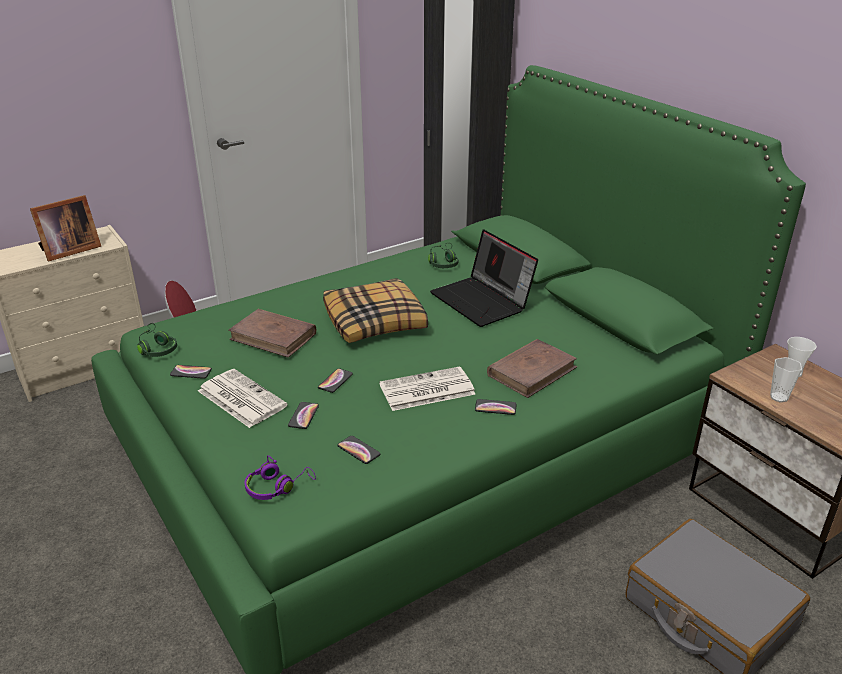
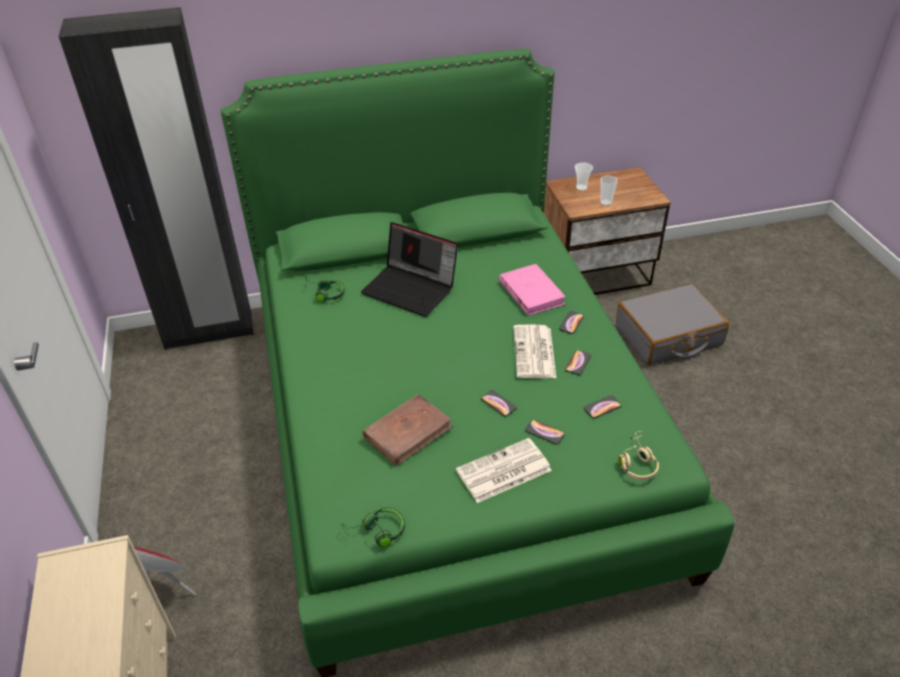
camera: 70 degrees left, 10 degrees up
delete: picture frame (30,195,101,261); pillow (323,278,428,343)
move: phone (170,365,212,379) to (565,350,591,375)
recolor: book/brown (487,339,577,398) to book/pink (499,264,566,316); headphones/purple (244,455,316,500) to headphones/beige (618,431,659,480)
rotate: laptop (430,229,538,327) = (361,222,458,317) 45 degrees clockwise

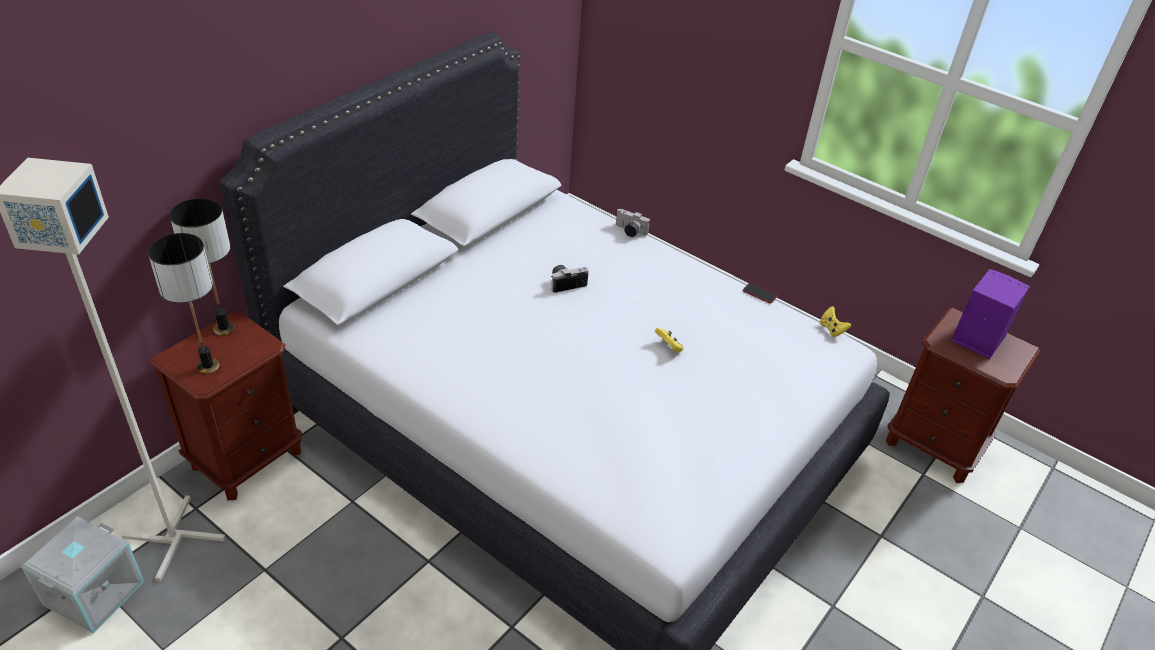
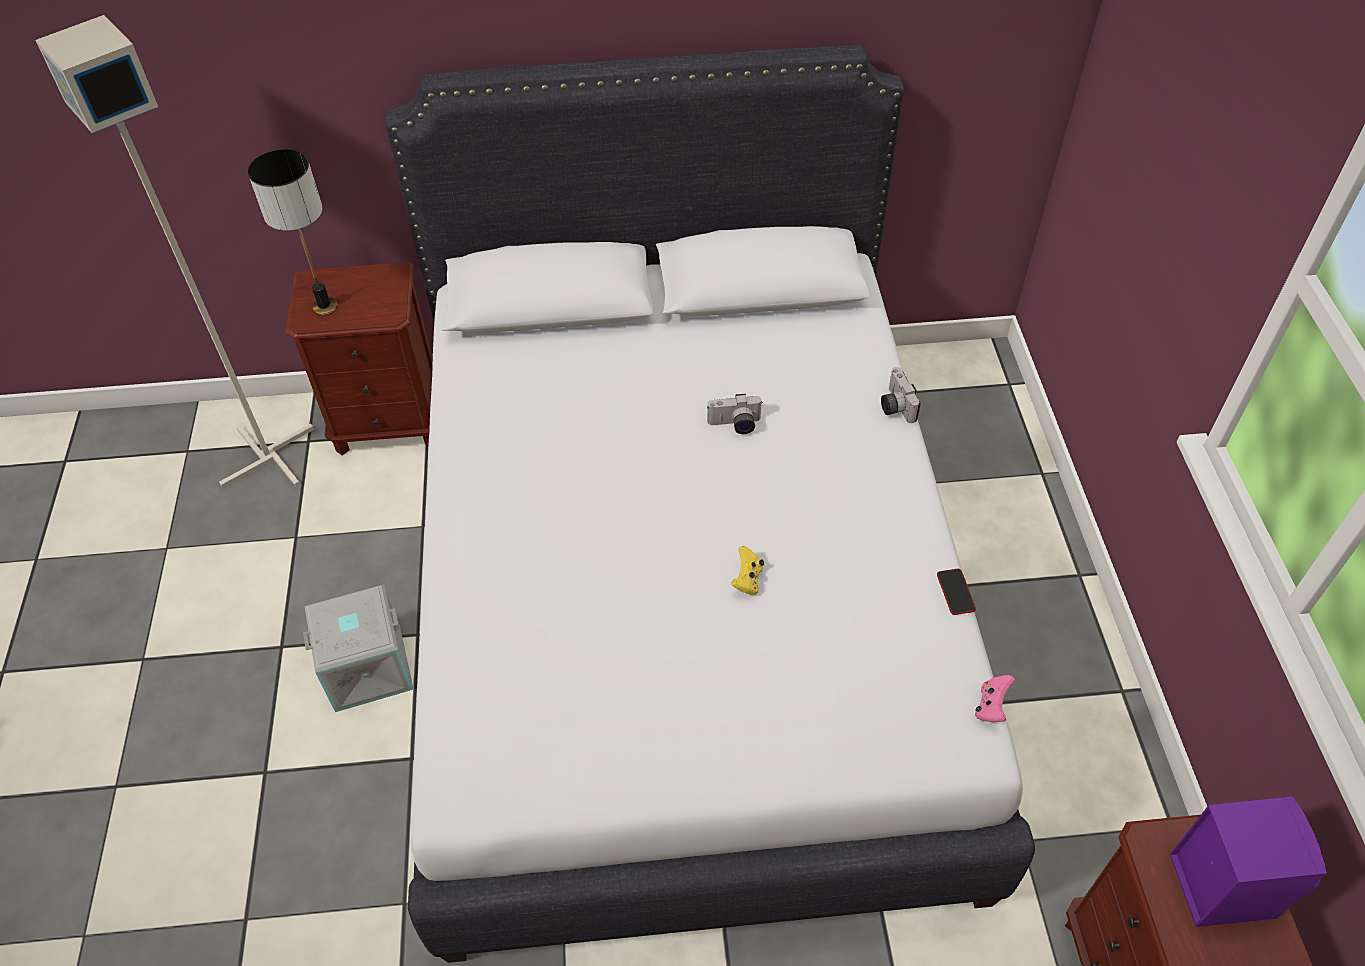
camera: 50 degrees right, 10 degrees up
delete: table lamp (170,198,235,336)
move: storage box/grey (21,516,145,634) to (303,584,414,712)
recolor: game controller/yellow (820,306,851,337) to game controller/pink (975,675,1015,722)
rotate: photo camera (551,265,588,293) = (707,394,762,434) 150 degrees clockwise

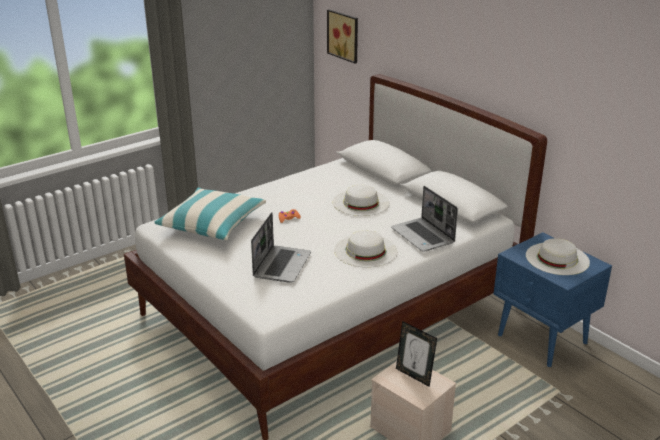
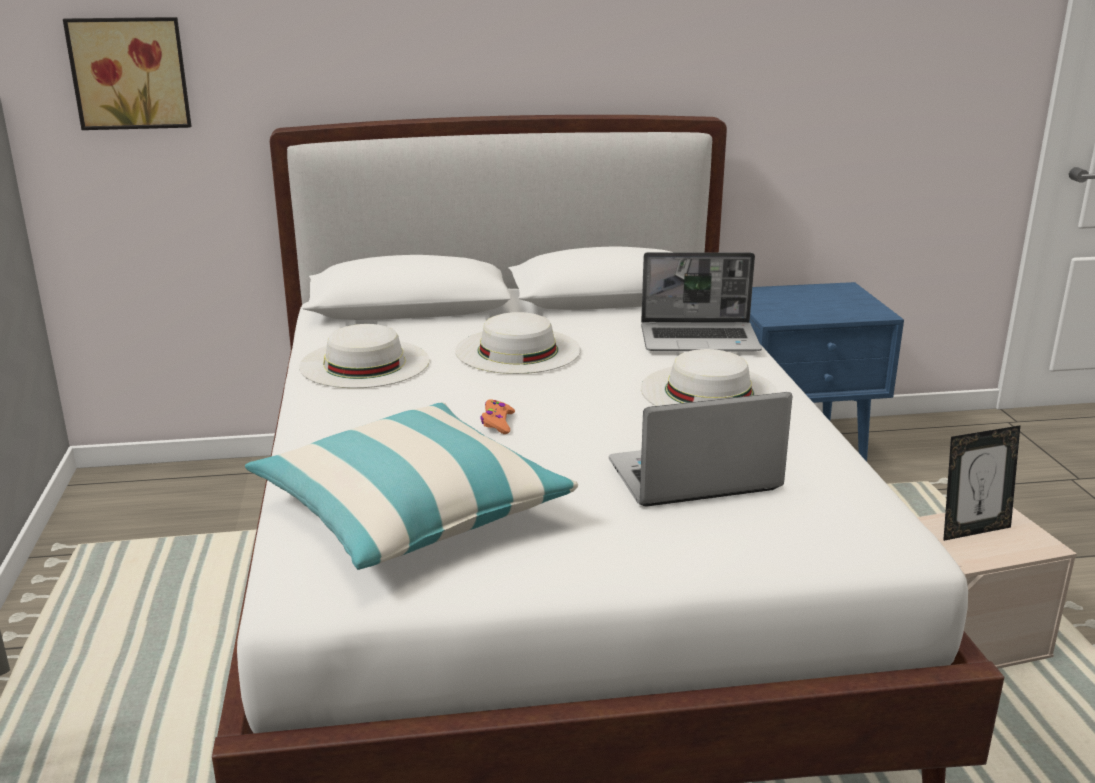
camera: 60 degrees left, 5 degrees down
move: hat/white (526,238,590,275) to (299,324,429,388)
rotate: laptop (251,212,311,282) = (609,392,792,506) 60 degrees counterclockwise

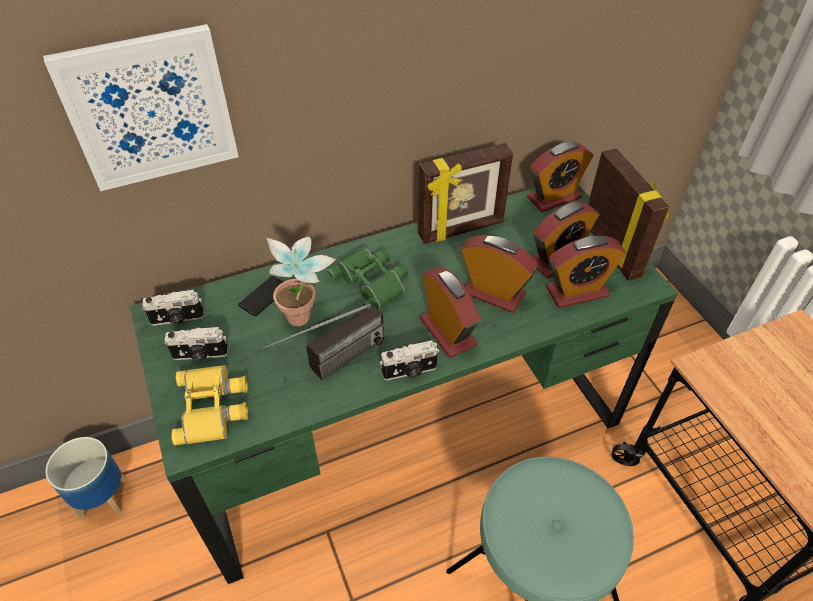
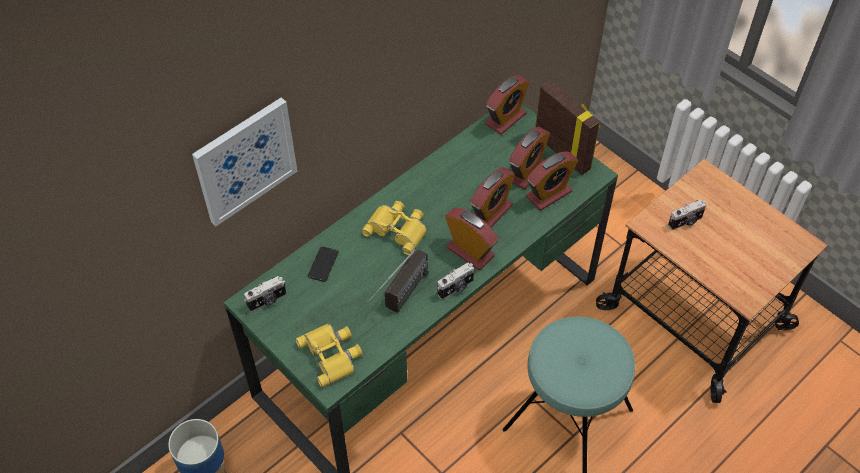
camera: 20 degrees left, 5 degrees up
delete: potted plant (267,237,336,326); picture frame (418,143,513,244)
move: photo camera (165,327,228,361) to (668,199,706,230)
recolor: binoculars/green (326,248,408,310) to binoculars/yellow (362,201,427,255)
rotate: alarm clock (461,235,538,313) = (470,167,515,228) 120 degrees clockwise

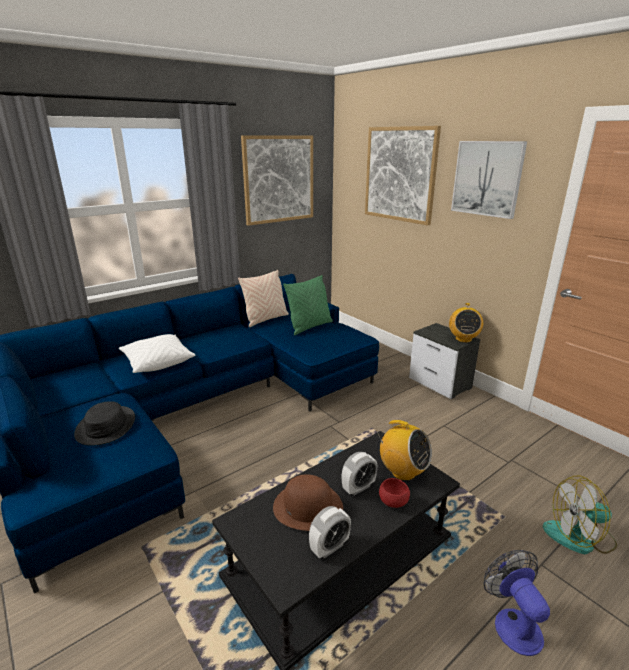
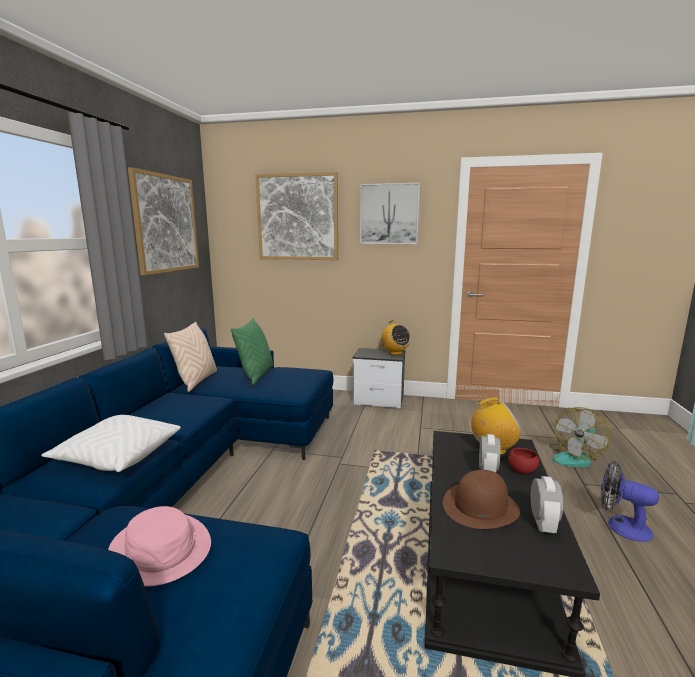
camera: 40 degrees left, 10 degrees down
recolor: hat/black (74,401,135,446) to hat/pink (108,506,211,586)

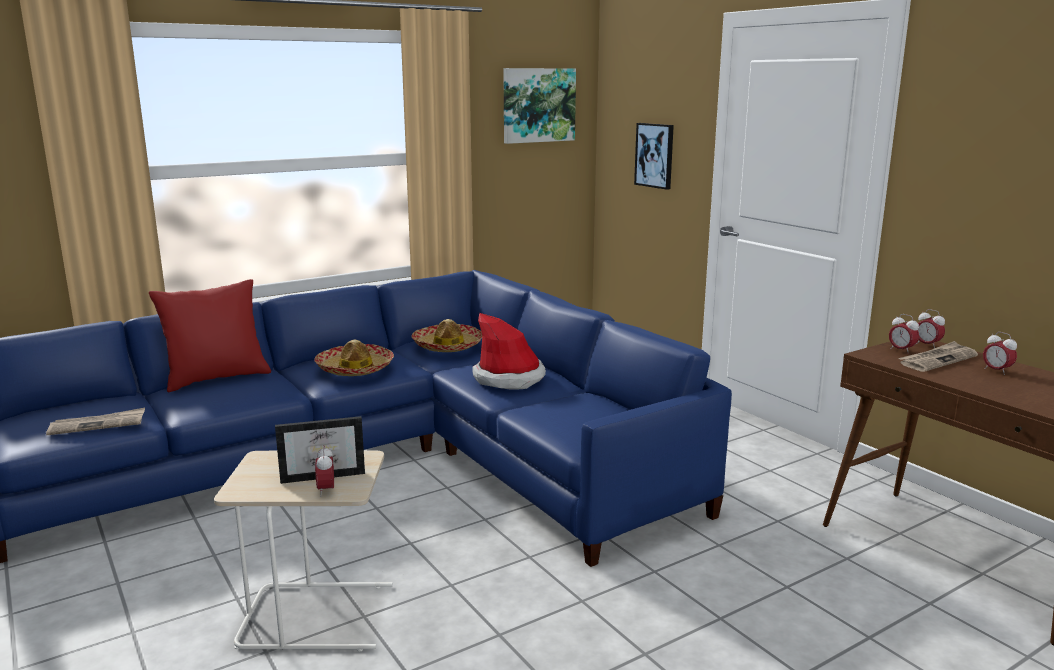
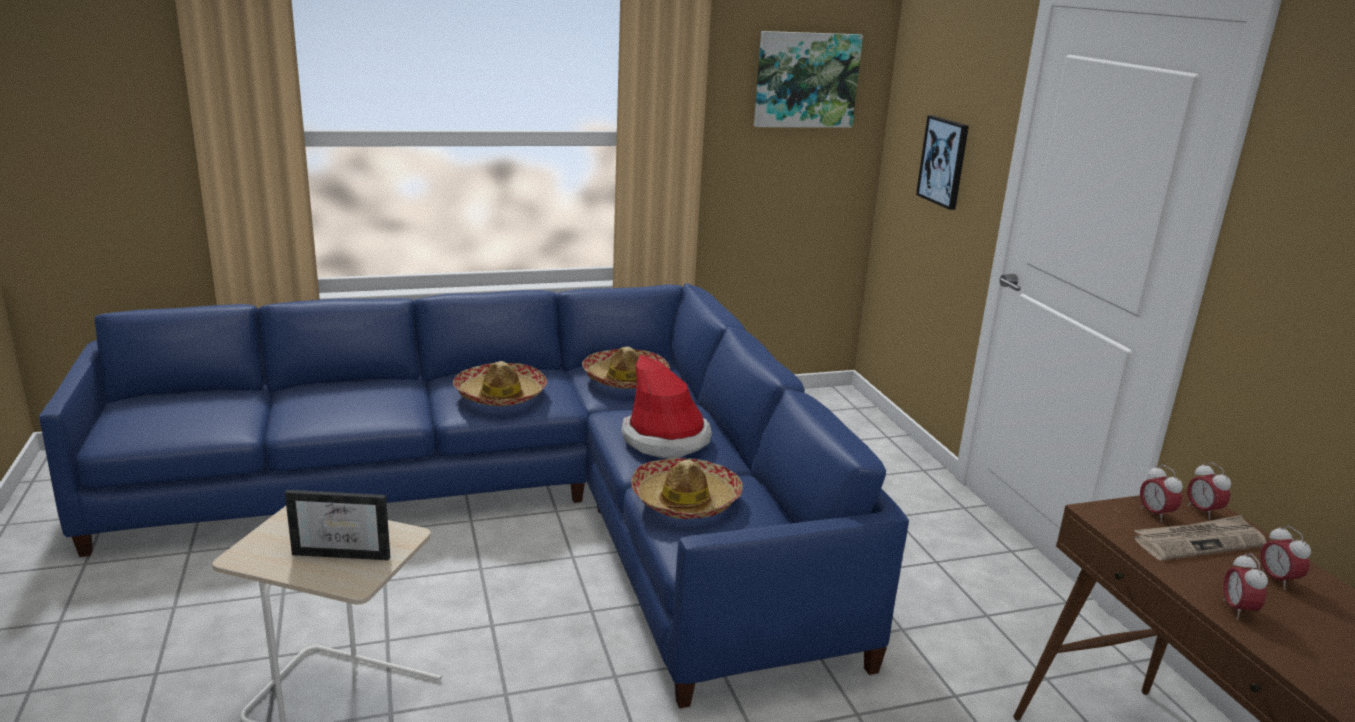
camera: 15 degrees right, 5 degrees up
delete: newspaper (46,408,145,435); pillow/red (149,279,271,392)
insert: hat (631,458,743,519)
move: alarm clock (315,445,334,497) to (1223,553,1268,620)

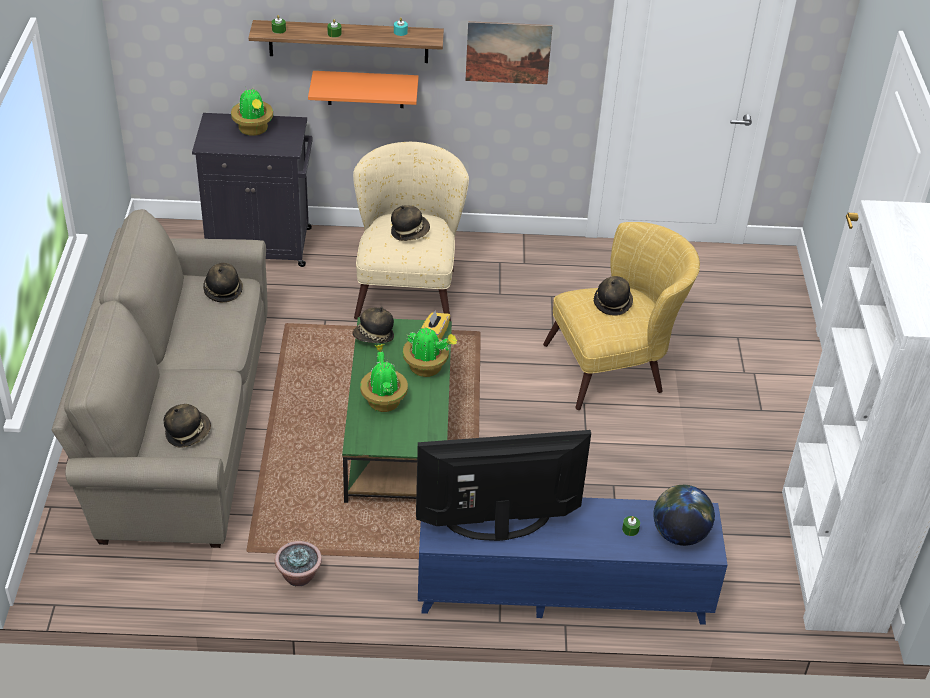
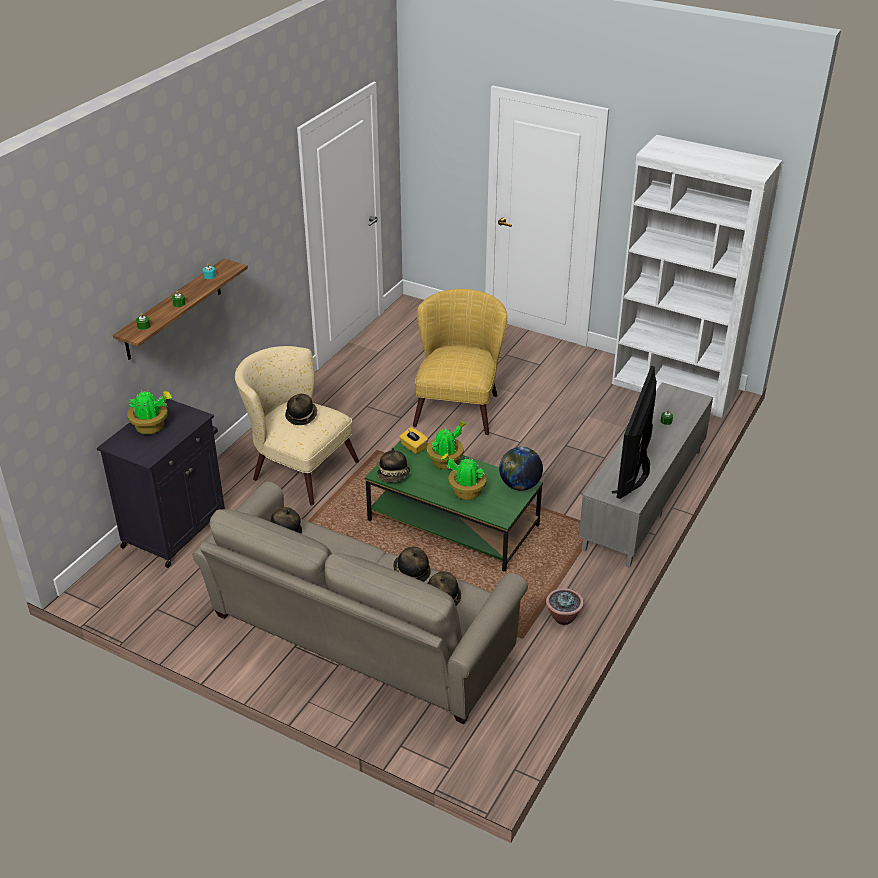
camera: 60 degrees left, 5 degrees down
delete: shelf/orange (308,71,418,108); picture (465,21,553,85)
move: hat (594,276,633,315) to (393,546,431,582); globe (654,485,715,546) to (499,447,543,491)
recolor: tv stand/blue (418,497,727,625) to tv stand/grey (579,382,713,568)

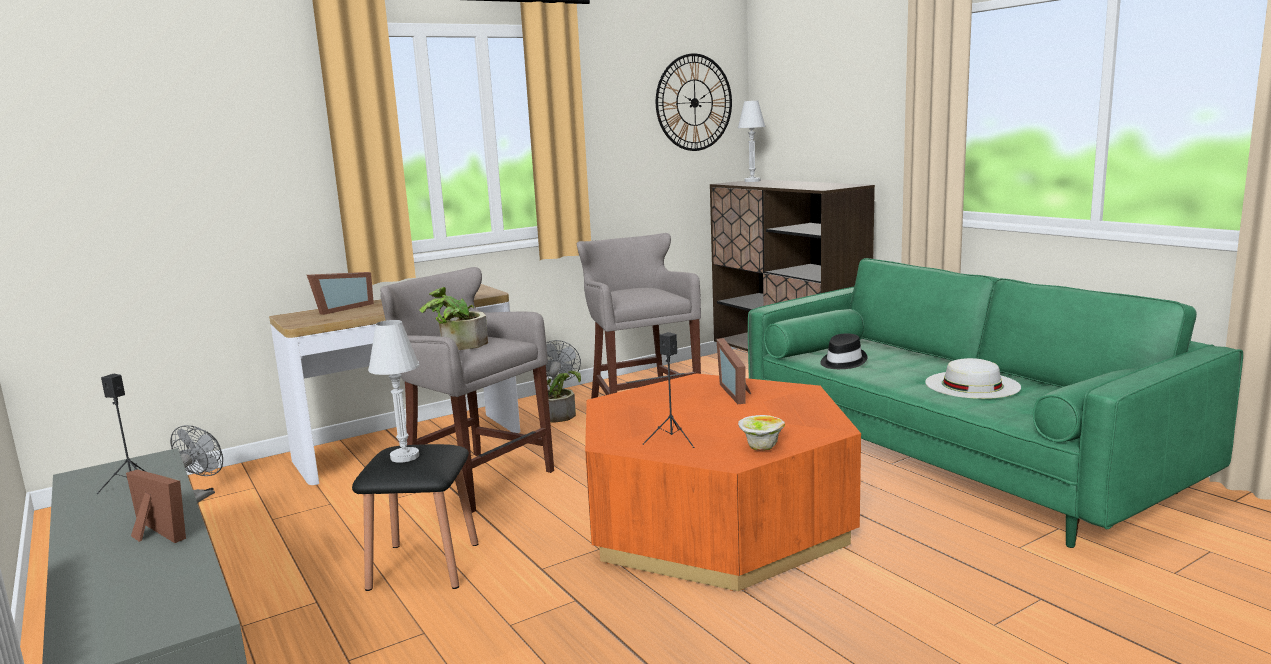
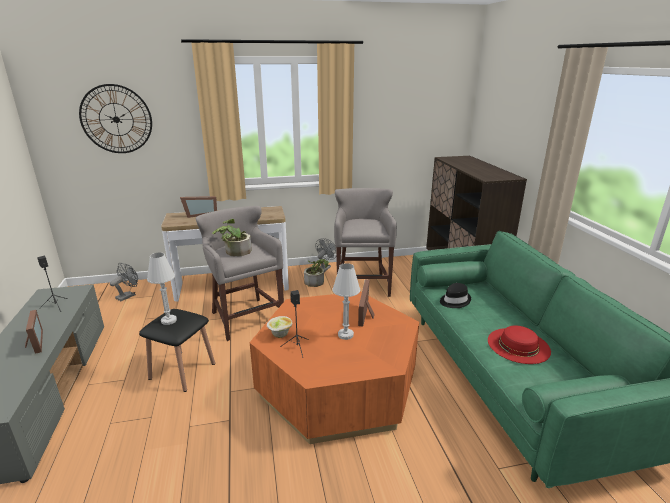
camera: 20 degrees right, 10 degrees up
move: wall clock (656,53,732,151) to (79,84,152,153); bowl (738,415,785,451) to (267,316,292,338); table lamp/white (738,101,766,182) to (332,263,360,340)
recolor: hat/white (925,358,1021,399) to hat/red (488,326,551,364)

